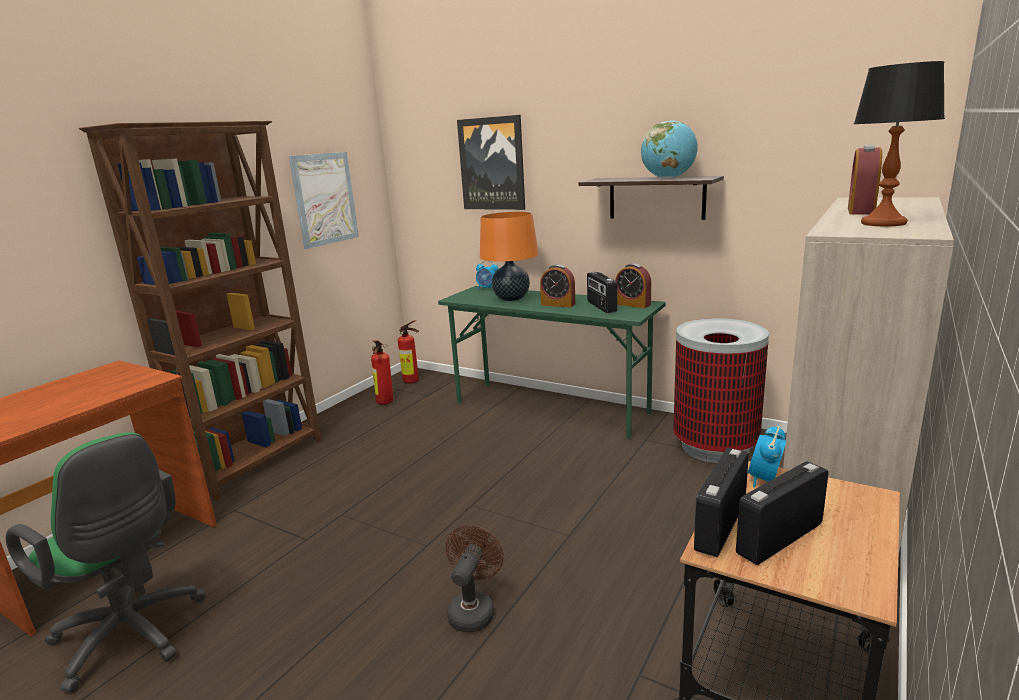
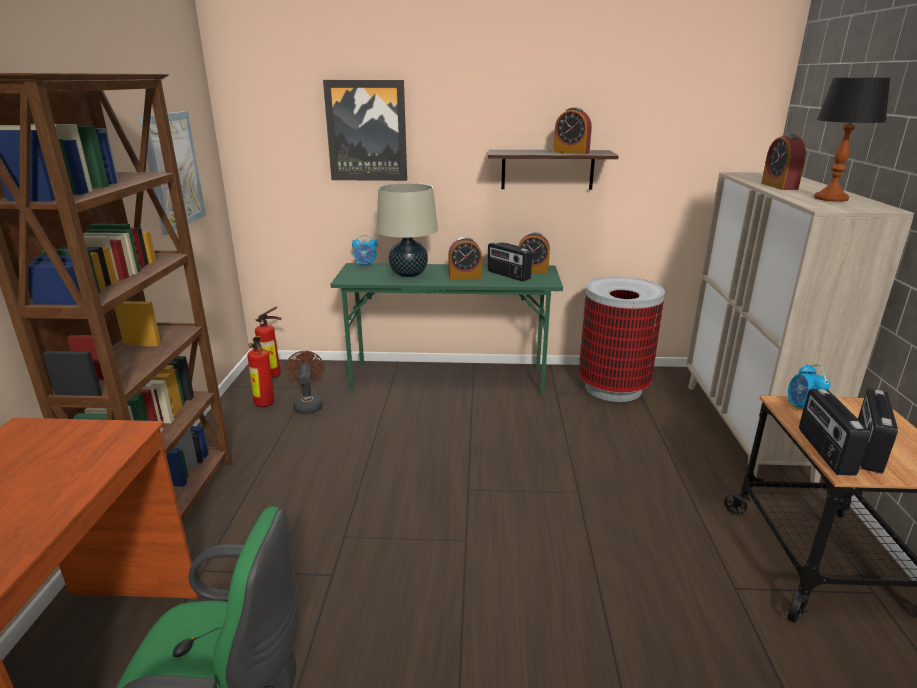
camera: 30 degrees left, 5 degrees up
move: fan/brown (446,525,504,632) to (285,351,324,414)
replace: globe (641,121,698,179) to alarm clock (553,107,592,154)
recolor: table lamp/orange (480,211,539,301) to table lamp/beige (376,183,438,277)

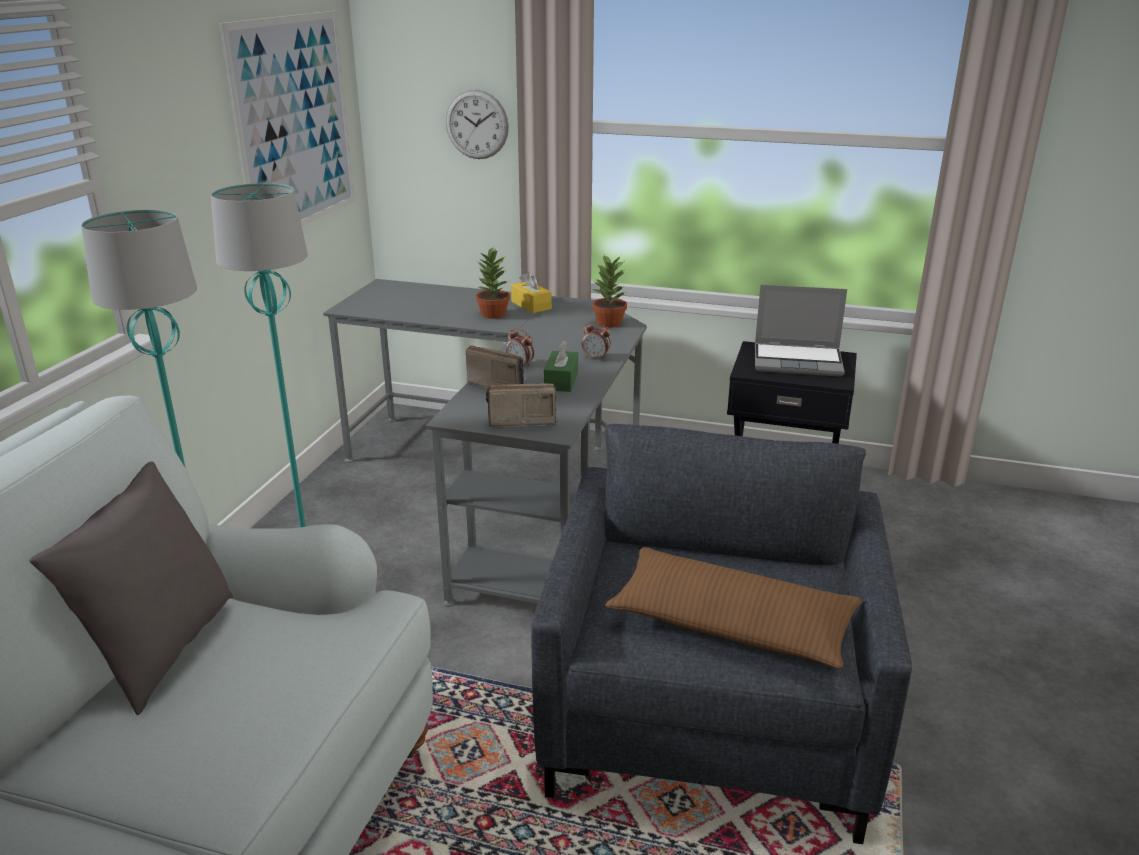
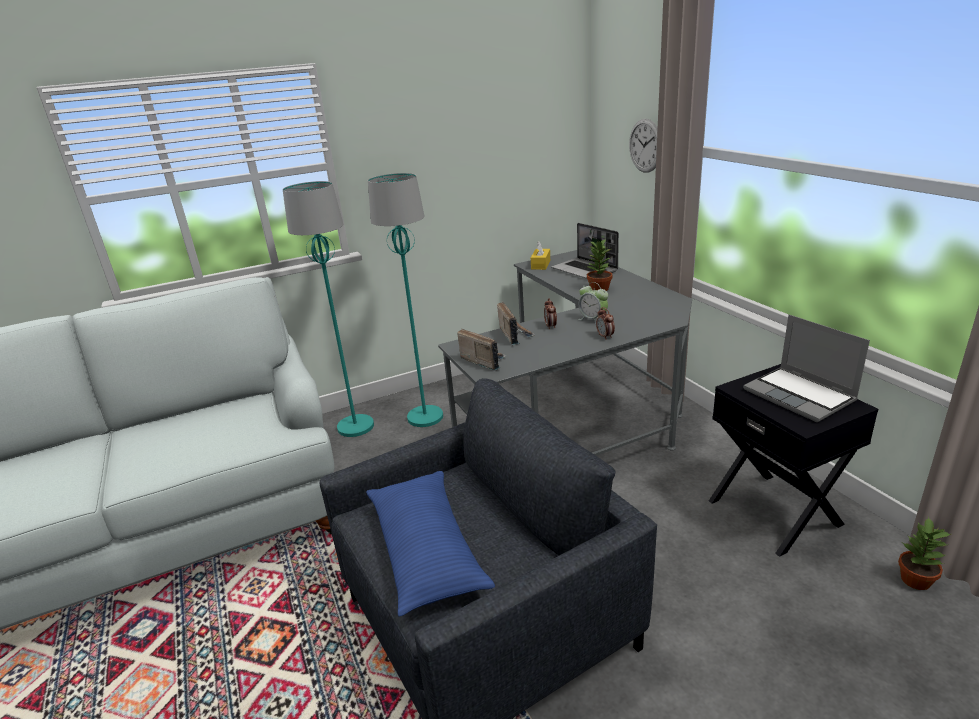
camera: 50 degrees right, 0 degrees up
delete: pillow/grey (29,461,233,715); picture (219,11,355,226); tissue box/green (544,341,578,392)
insert: laptop (551,223,619,279); alarm clock (578,282,608,324)
move: tissue box/yellow (511,271,552,313) to (531,241,550,270); potted plant (592,255,627,328) to (898,517,951,590)
recolor: pillow/brown (605,547,862,669) to pillow/blue (366,471,495,616)

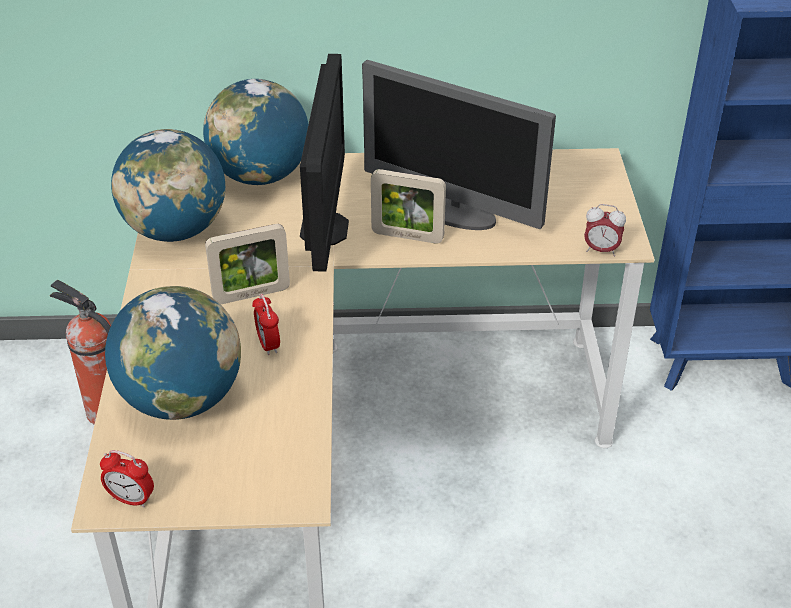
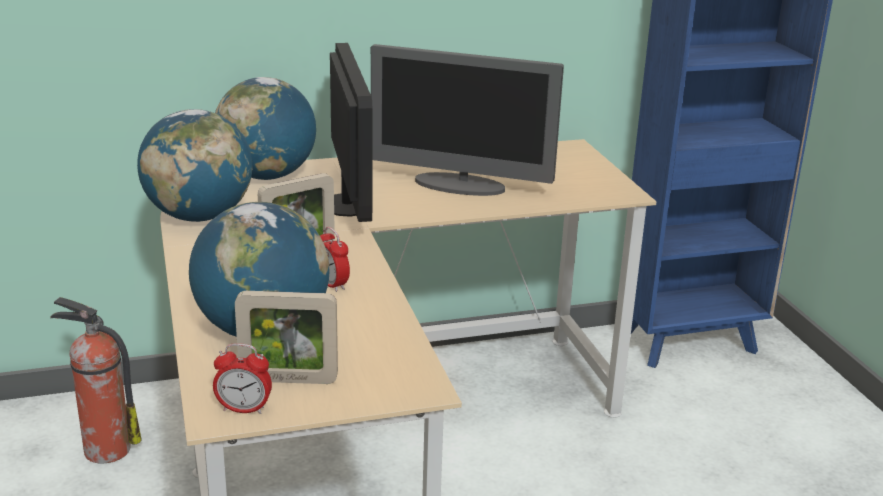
camera: 15 degrees left, 15 degrees down
delete: alarm clock (584,204,626,257)
move: picture frame (371,169,446,244) to (235,291,338,384)

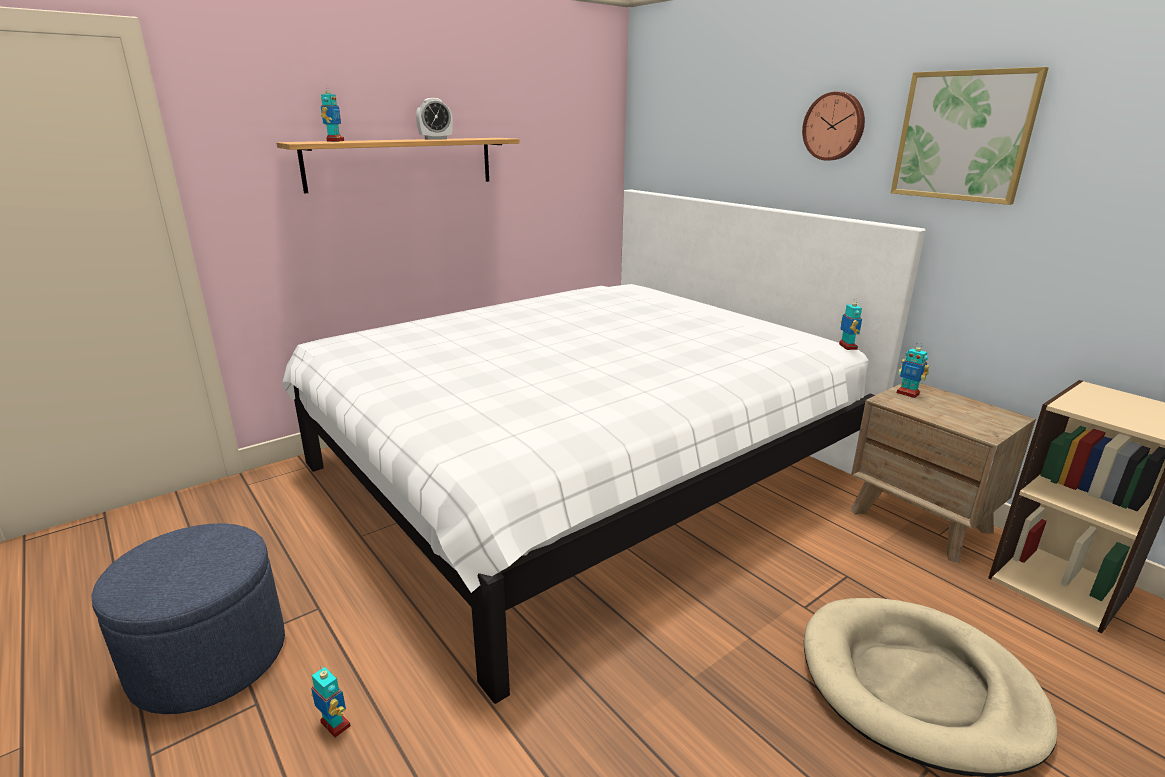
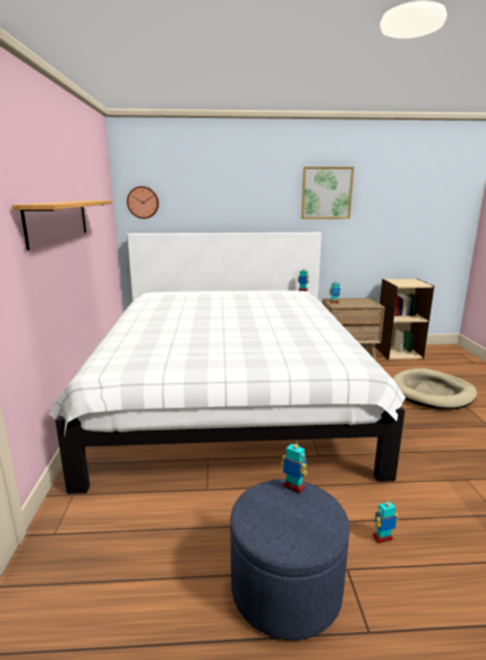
camera: 55 degrees left, 5 degrees down
delete: alarm clock (416,98,453,140)
move: wall clock (802,92,865,161) to (127,186,159,219); toy robot (321,85,344,142) to (281,440,308,493)

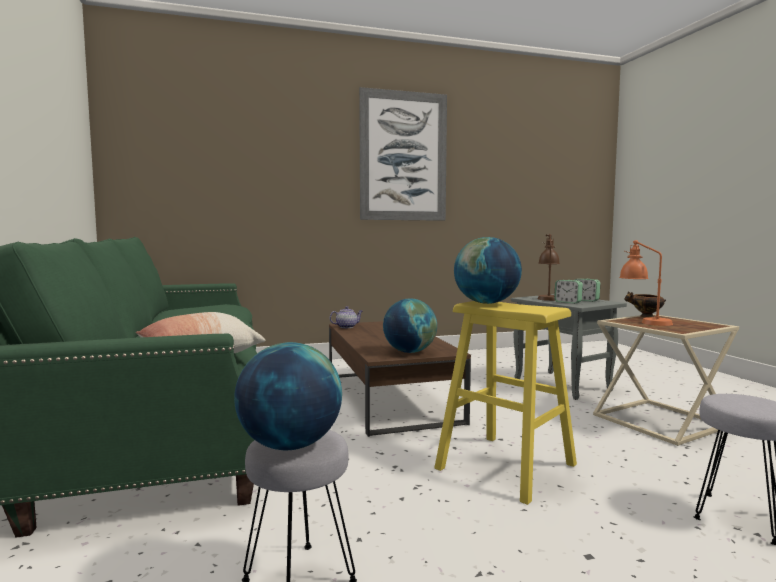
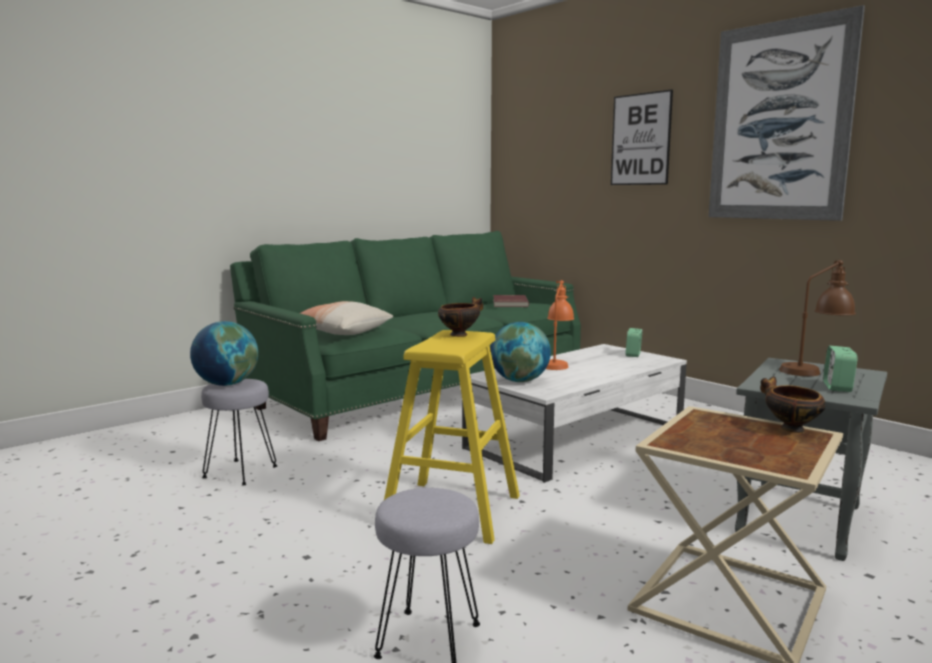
camera: 65 degrees right, 5 degrees up
delete: teapot (330,306,362,328)
insert: book/red (493,295,529,307); picture (611,89,673,185)
move: table lamp/orange (619,240,673,326) to (546,280,574,370); alarm clock (554,280,583,304) to (625,328,642,357)
replace: globe (454,237,522,304) to bowl (438,297,483,337)
recolor: coffee table/brown (329,321,471,437) to coffee table/white (462,344,687,483)

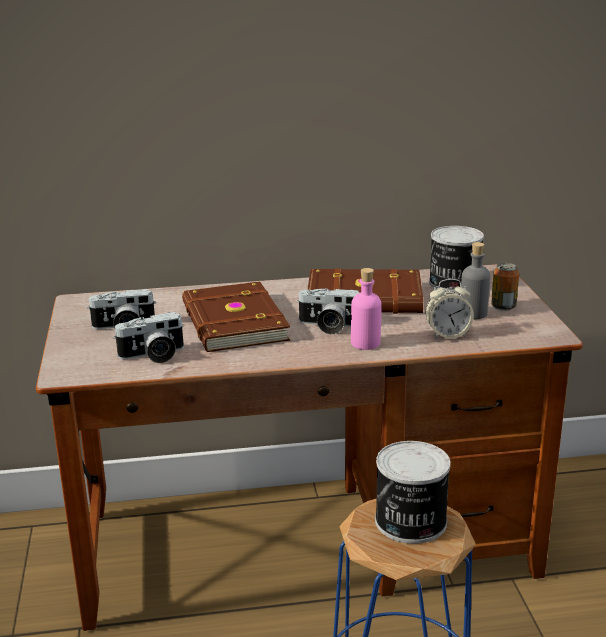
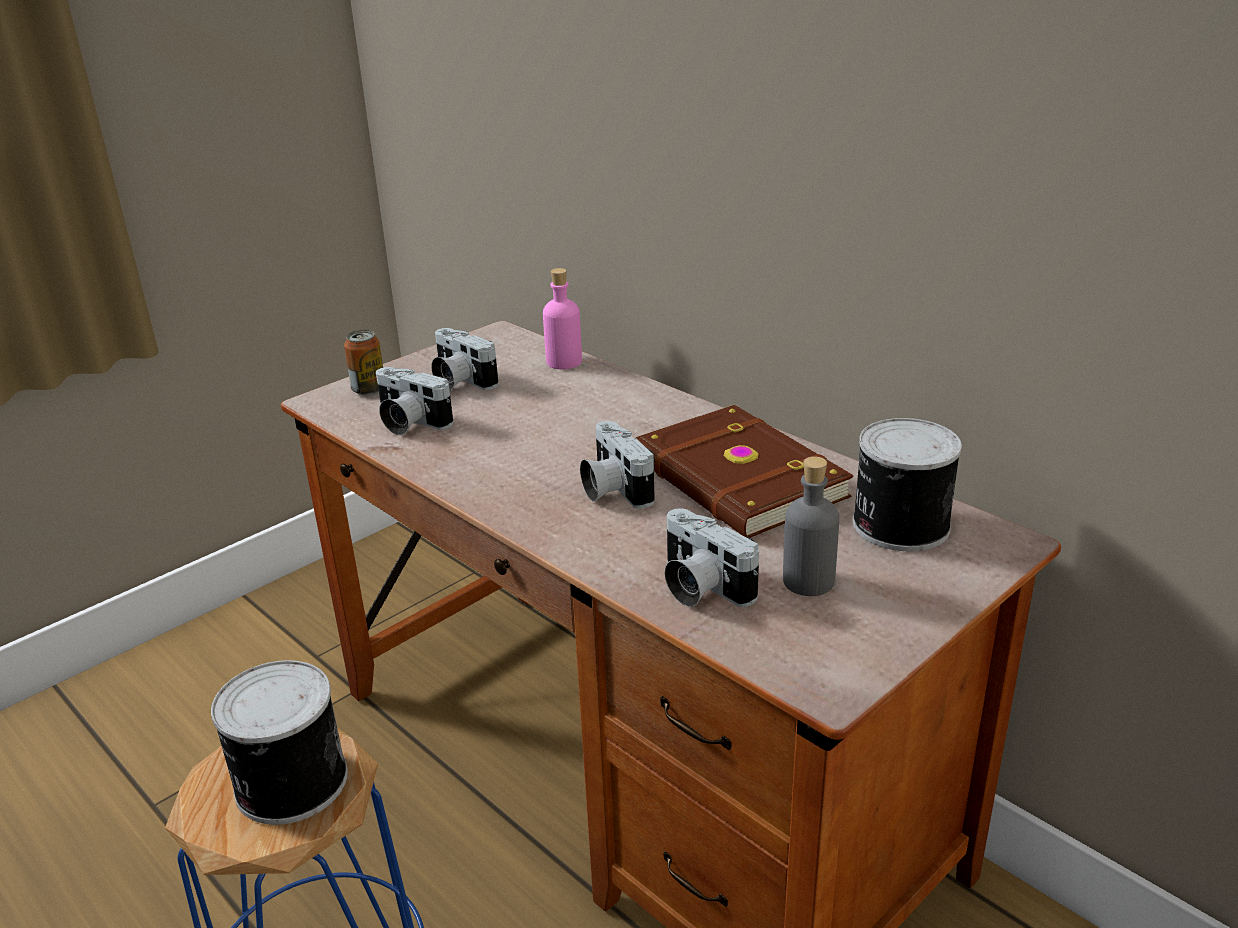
camera: 55 degrees right, 5 degrees up
delete: book/brown (182,281,290,352)
move: can (491,263,519,311) to (344,330,383,395); bottle/pink (351,268,382,350) to (543,268,582,369)
replace: alarm clock (425,279,474,339) to photo camera (664,508,759,607)

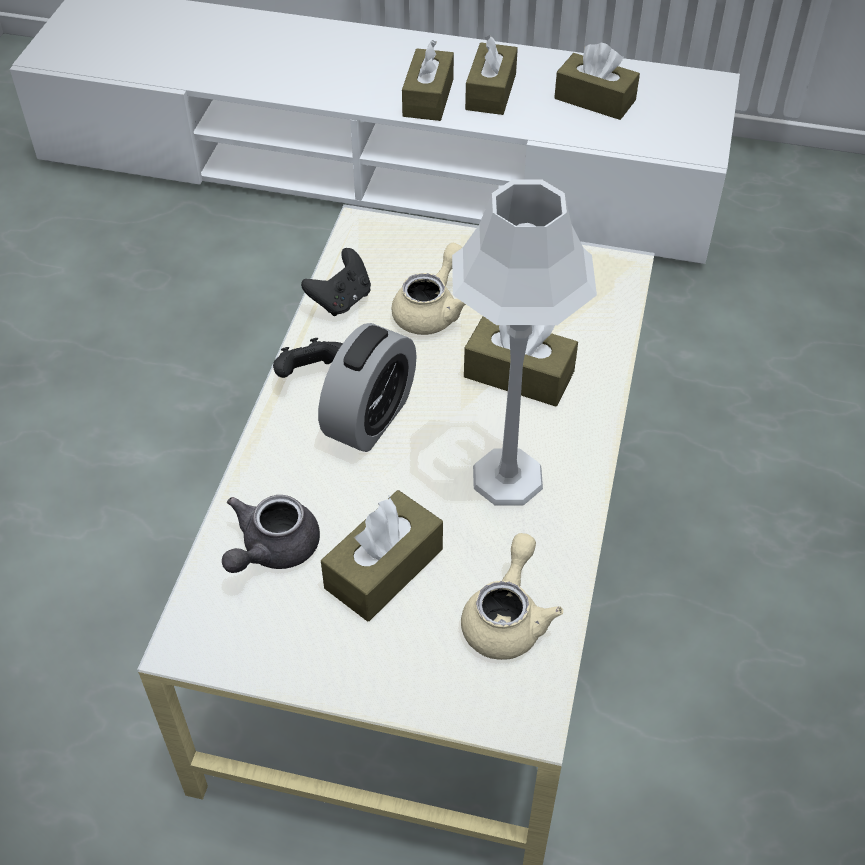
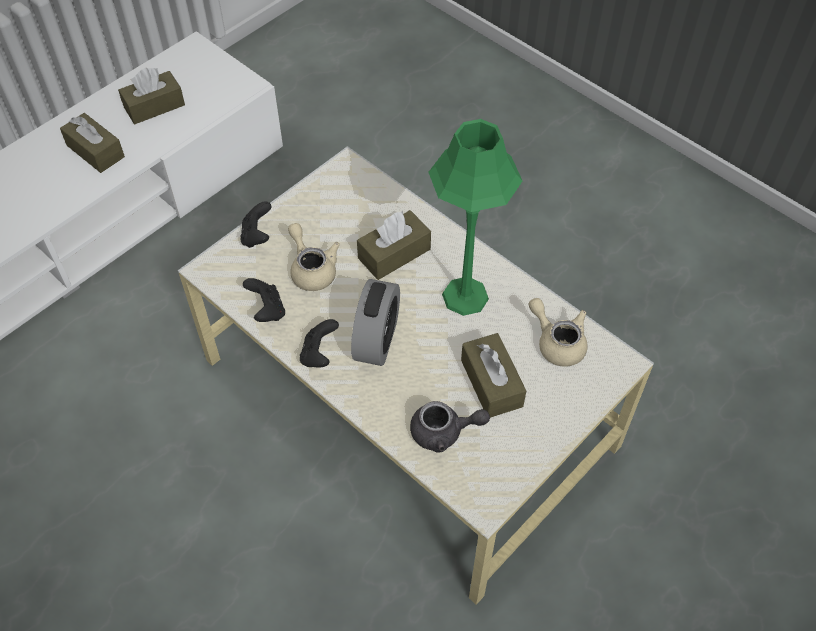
camera: 60 degrees left, 5 degrees up
delete: tissue box/brown (402,40,454,121)
insert: game controller/black (240,201,272,248)
recolor: table lamp/grey (452,180,597,505) to table lamp/green (429,119,522,316)
rotate: alarm clock (318,323,417,452) = (351,279,400,366) 45 degrees clockwise; teapot/grey (222,495,320,573) = (410,401,490,453) 60 degrees counterclockwise

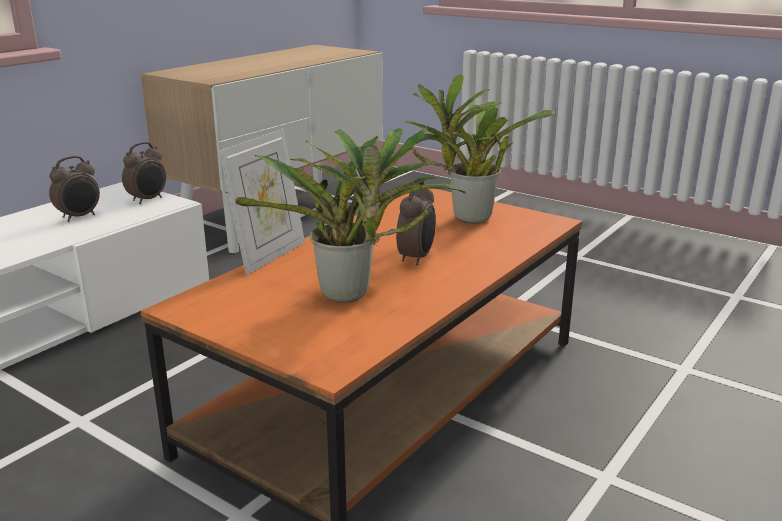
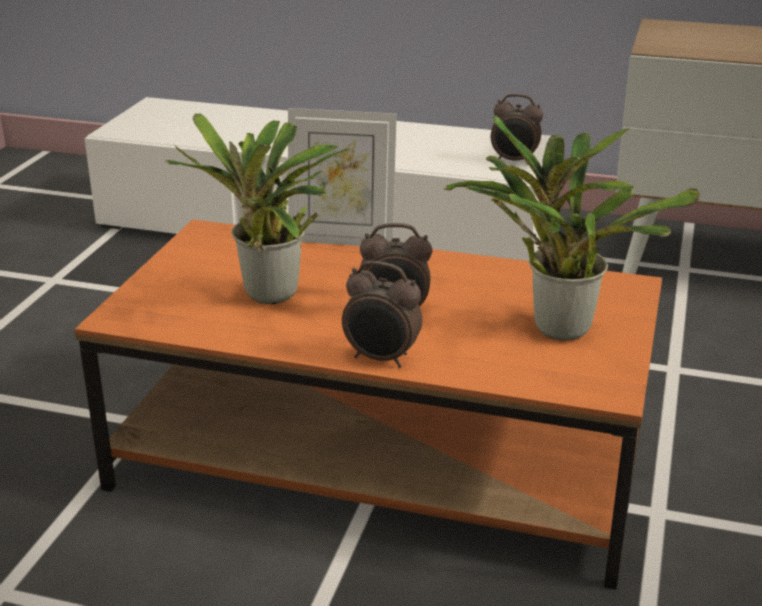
camera: 70 degrees right, 5 degrees up
move: alarm clock (49,156,100,222) to (342,261,422,368)

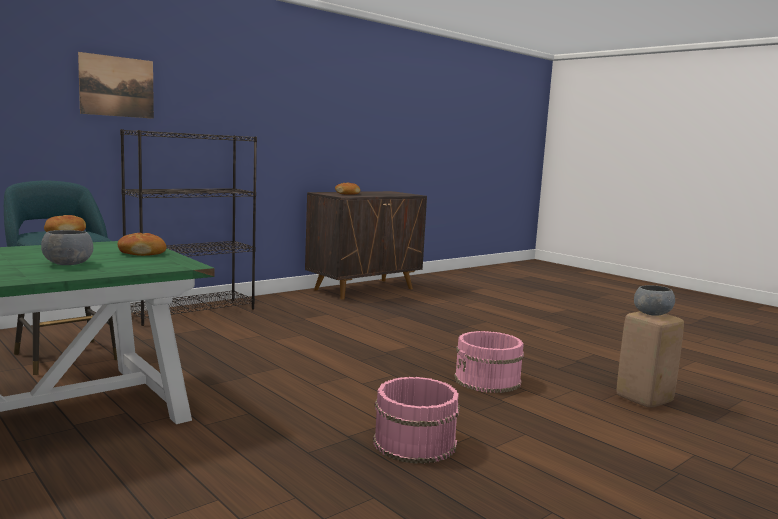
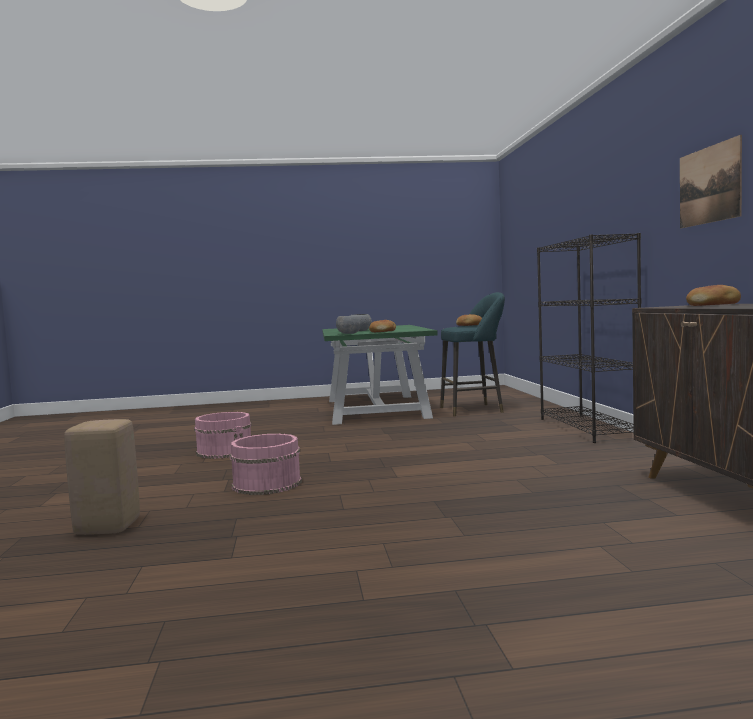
camera: 125 degrees right, 5 degrees down
move: bowl/grey (634,285,675,316) to (336,316,361,334); picture (78,52,154,119) to (680,135,742,228)

